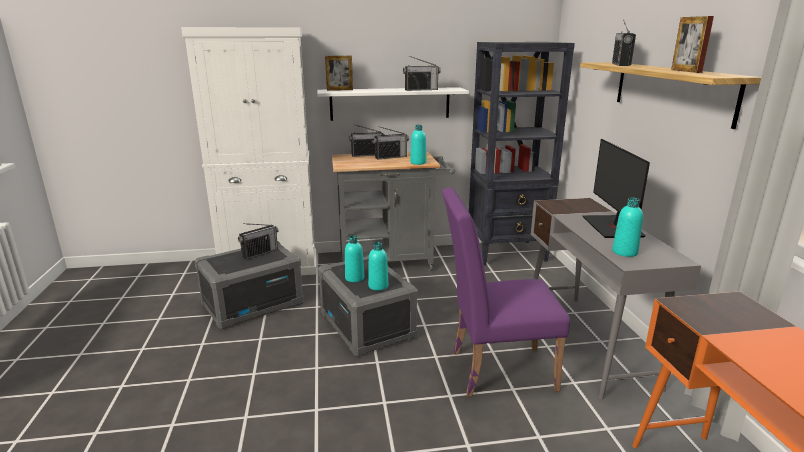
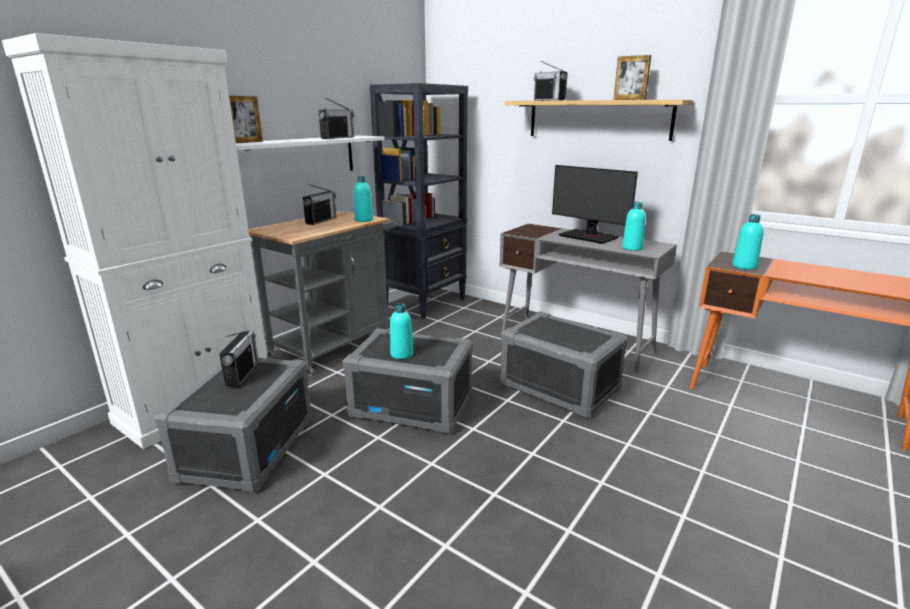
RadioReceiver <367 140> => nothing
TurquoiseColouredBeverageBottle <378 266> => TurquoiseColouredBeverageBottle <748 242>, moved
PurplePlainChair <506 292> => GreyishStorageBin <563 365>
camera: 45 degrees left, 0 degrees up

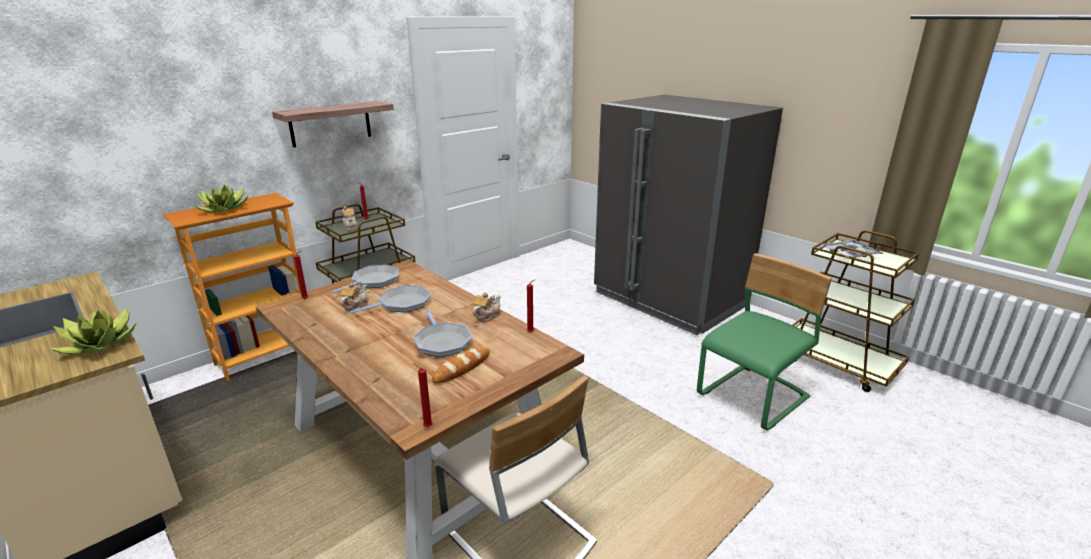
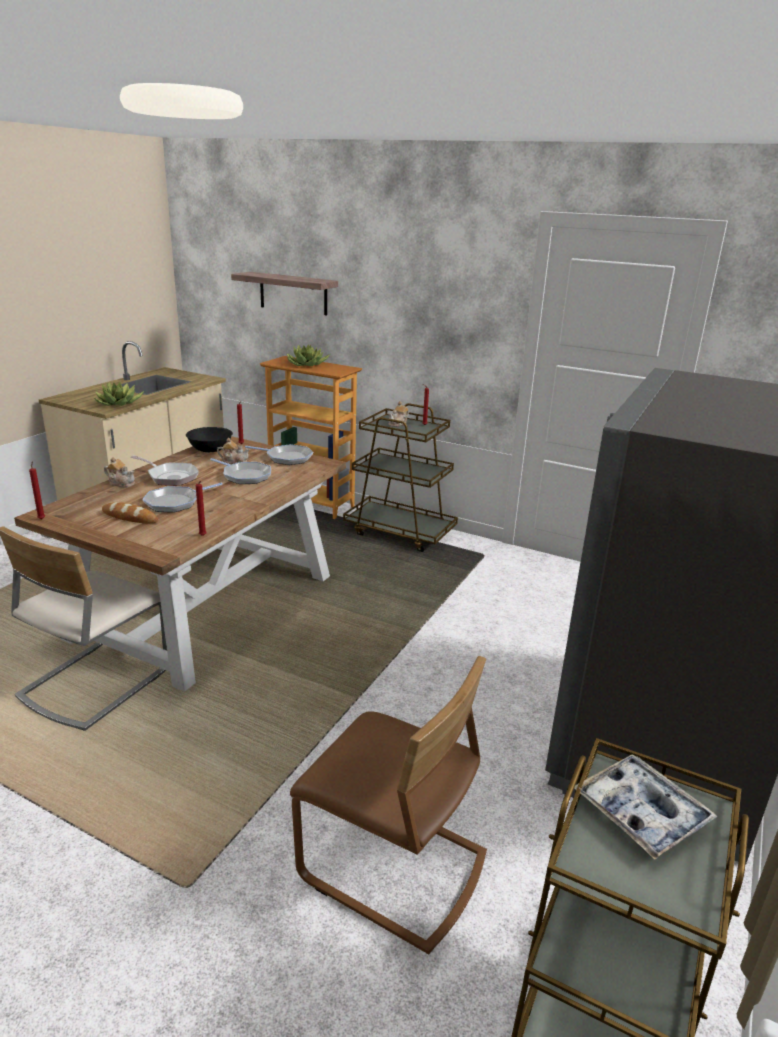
WallShelf <333 124> => WallShelf <284 294>, moved
PotForTea <486 307> => PotForTea <119 472>, moved
GreenColouredPlainChair <764 342> => BrownColouredPlainChair <388 805>
nothing => FryingPan <165 470>
nothing => BlackColouredServingBowl <209 439>
camera: 70 degrees right, 0 degrees up

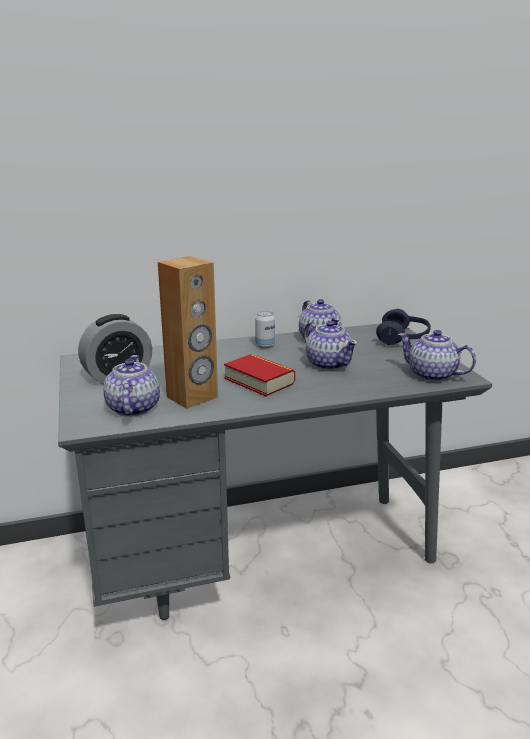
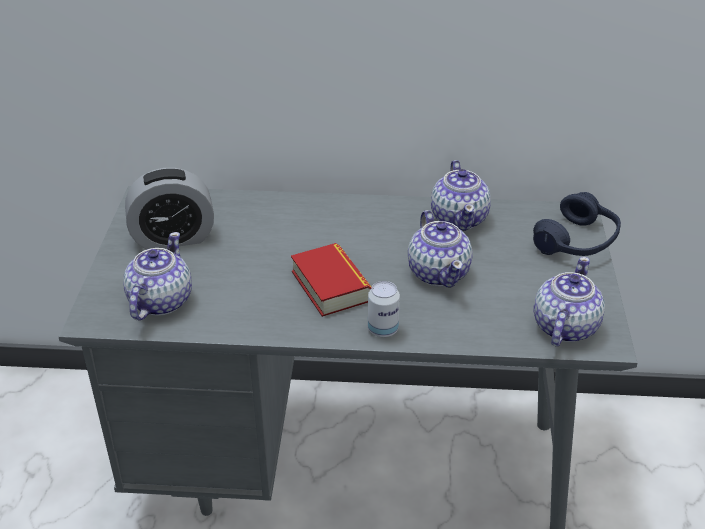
BrownColouredAudioSpeaker <188 332> => nothing
MetalCan <265 329> => MetalCan <384 309>, moved
PotForTea <437 356> => PotForTea <569 302>, 60 degrees clockwise
camera: 20 degrees right, 15 degrees up

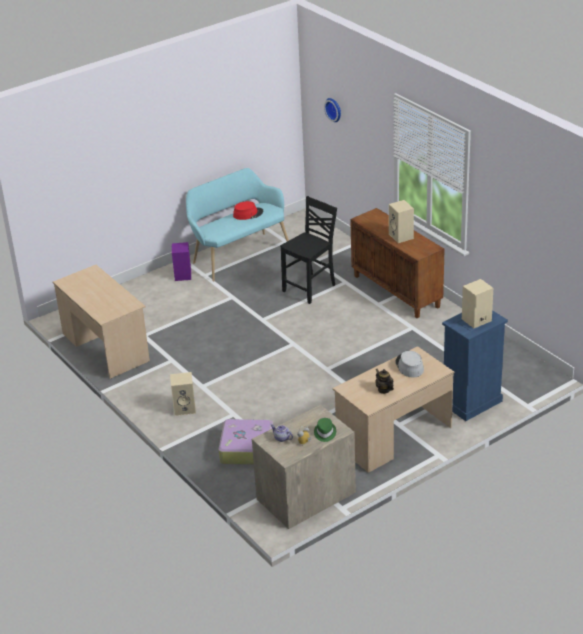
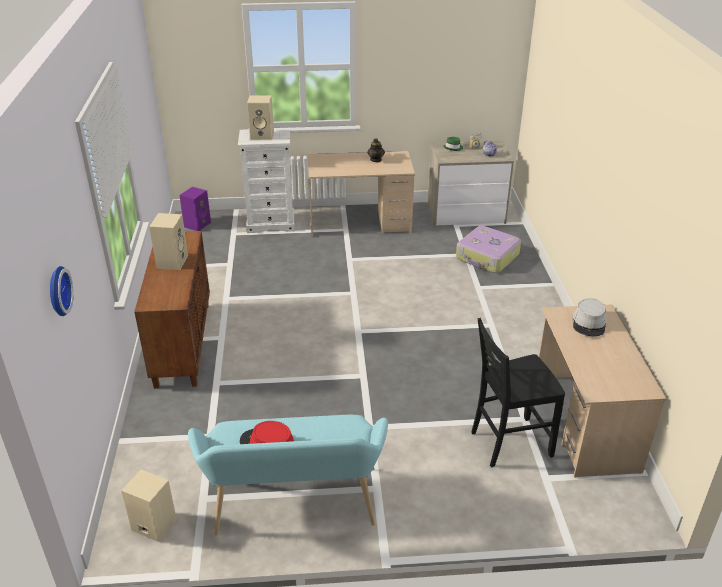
SandColouredAudioSpeaker <183 394> => SandColouredAudioSpeaker <149 506>, moved
PurpleAudioSpeaker <181 261> => PurpleAudioSpeaker <195 209>, moved
BlackColouredPlainChair <308 250> => BlackColouredPlainChair <518 392>, moved
GreyishHat <410 364> => GreyishHat <589 317>, moved
BlueDrawerChest <475 365> => WhiteColouredDrawerChest <266 180>
camera: 150 degrees left, 0 degrees up

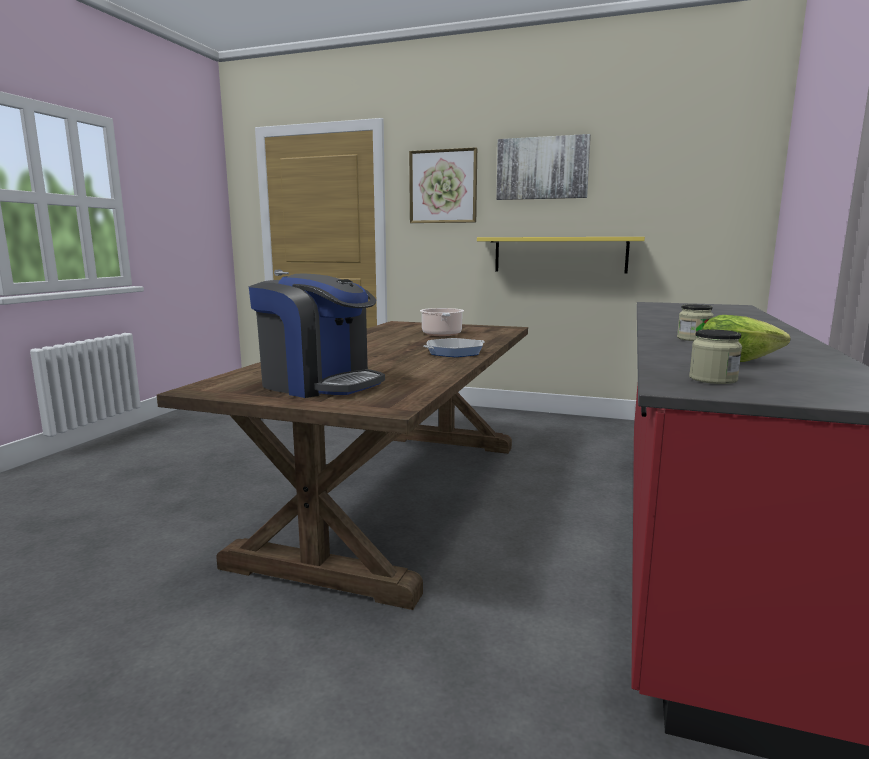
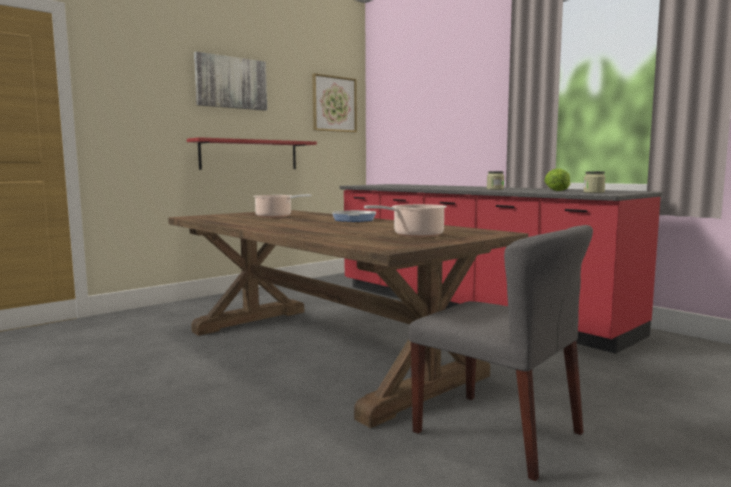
CoffeeBrewer <317 335> => CookingPot <405 220>
WallArt <443 185> => WallArt <334 103>, moved
YellowColouredWallShelf <561 255> => ReddishWallShelf <252 153>
nothing => GreyishPlainChair <501 353>
camera: 60 degrees left, 5 degrees down

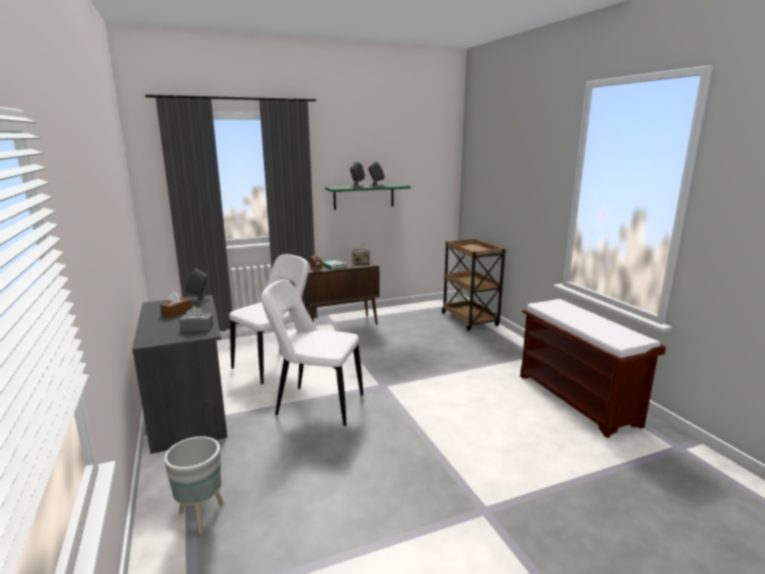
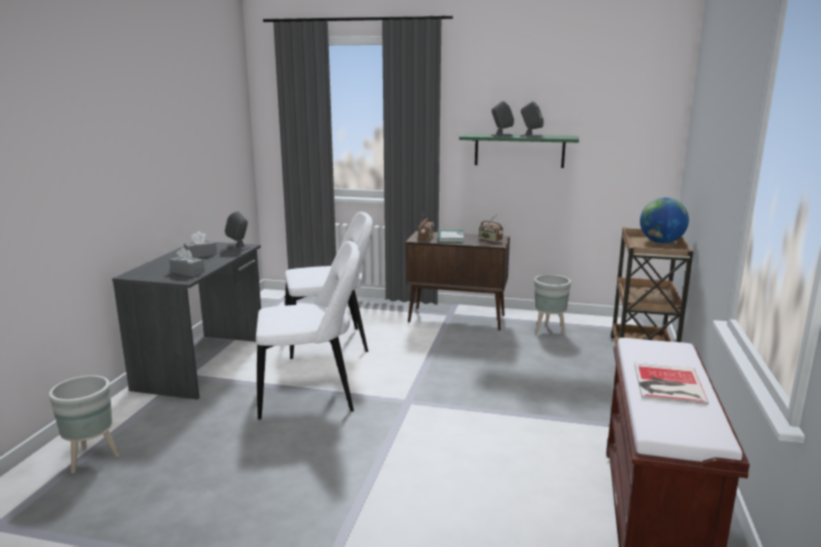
BrownColouredTissueHolder <176 304> => GreyishTissueHolder <200 244>
WhiteColouredPlainChair <312 352> => WhiteColouredPlainChair <308 330>, 120 degrees clockwise
nothing => GreyishPlantPot <552 304>
nothing => Volume <671 384>
nothing => DeskGlobe <664 221>
camera: 35 degrees right, 0 degrees up

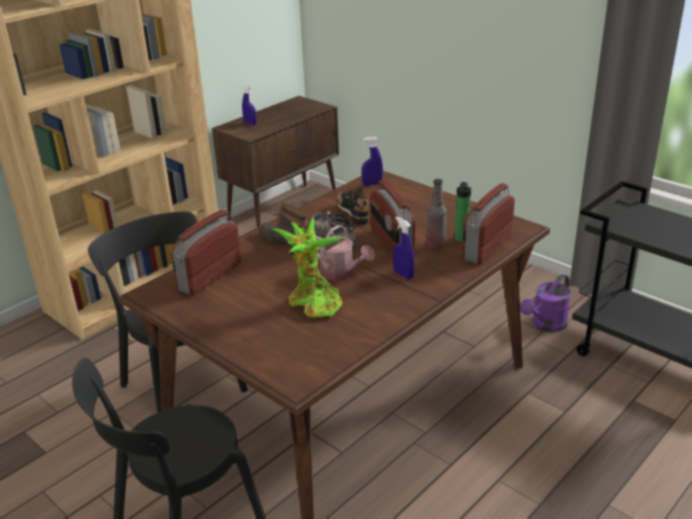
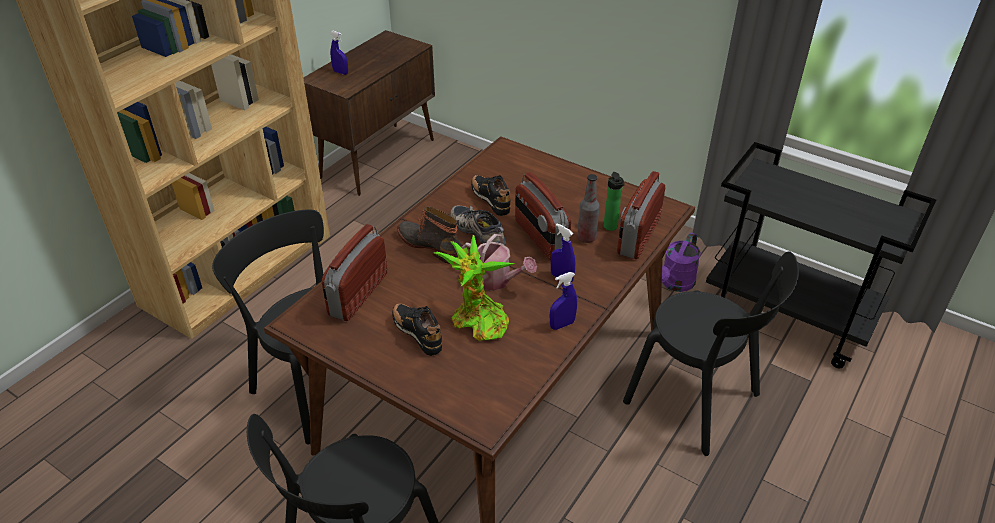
BlueSprayer <372 161> => BlueSprayer <563 301>, moved
nothing => BlackColouredShoe <417 330>
nothing => BlackColouredPlainChair <711 353>
camera: 10 degrees left, 10 degrees up

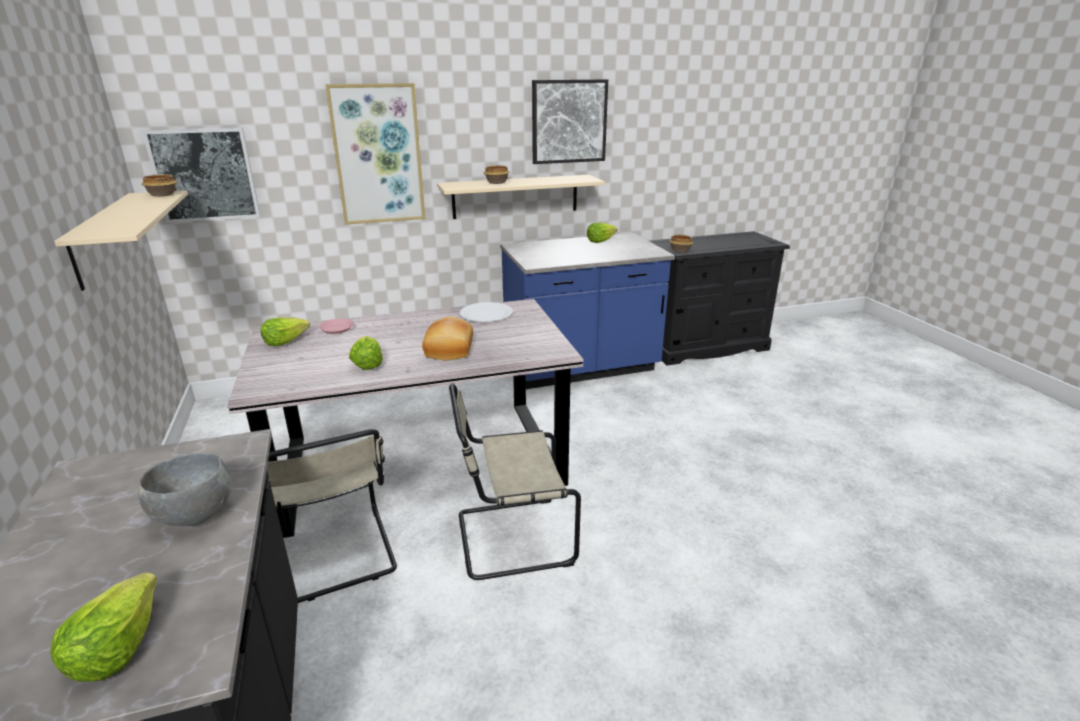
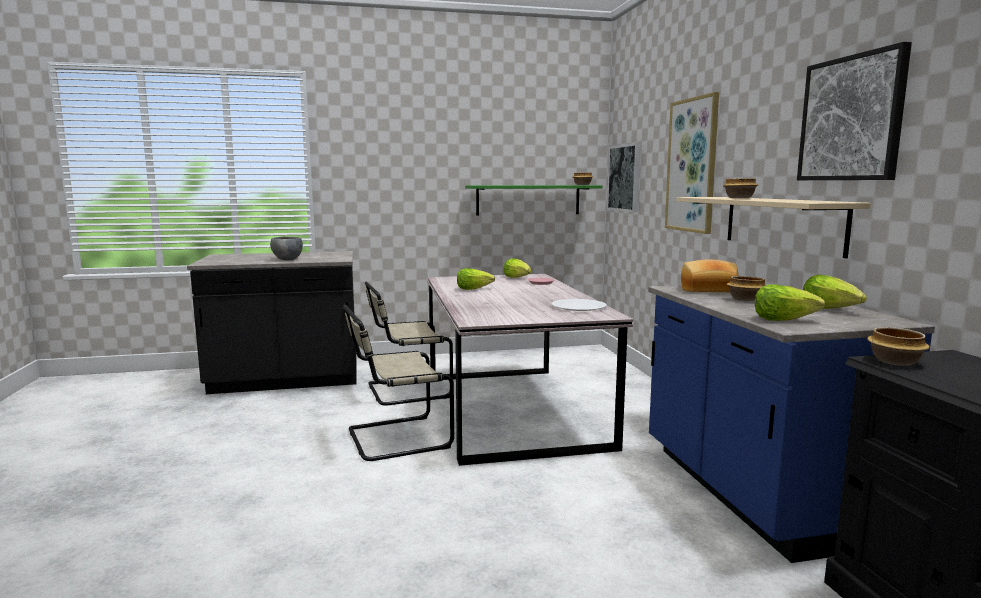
LettuceHead <104 627> => LettuceHead <790 302>, moved
SandColouredWallShelf <121 240> => GreenColouredWallShelf <534 200>
BakedBread <447 338> => BakedBread <709 275>, moved
SandColouredPlainChair <515 481> => SandColouredPlainChair <398 383>, 105 degrees counterclockwise
nothing => ServingBowl <746 288>
camera: 95 degrees right, 15 degrees down

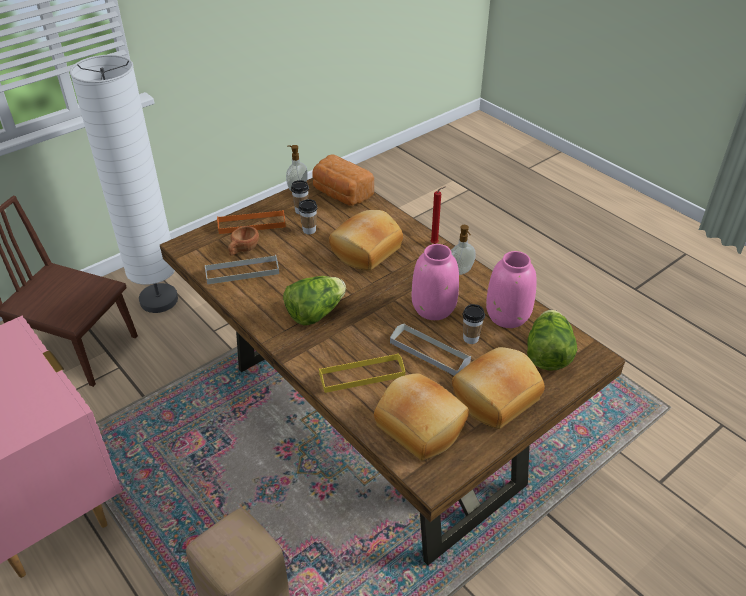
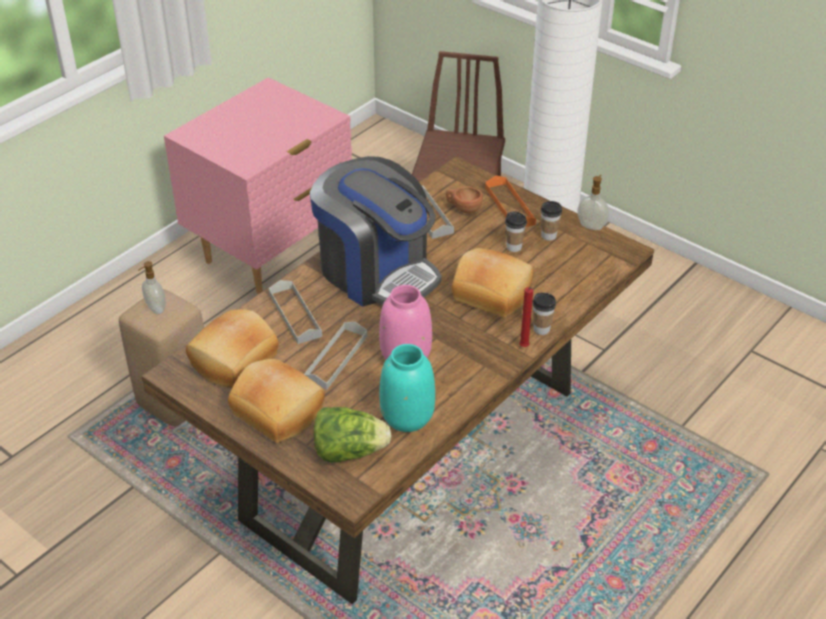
LettuceHead <314 300> => CoffeeBrewer <376 231>
BakedBread <343 180> => nothing
YellowColouredServingTray <362 373> => GreyishServingTray <295 312>
SoapBottle <463 250> => SoapBottle <152 287>, moved
Cup <474 324> => Cup <544 314>, moved
PinkishVase <511 289> => TurquoiseColouredVase <407 388>
camera: 80 degrees right, 0 degrees up

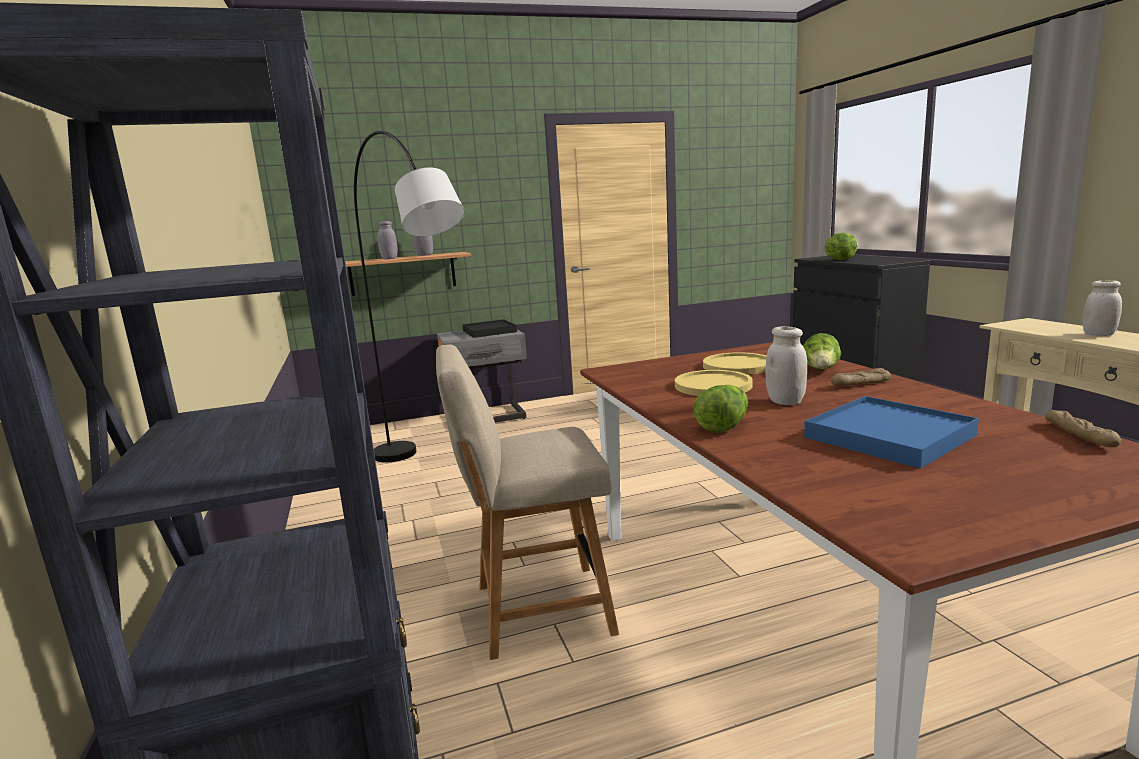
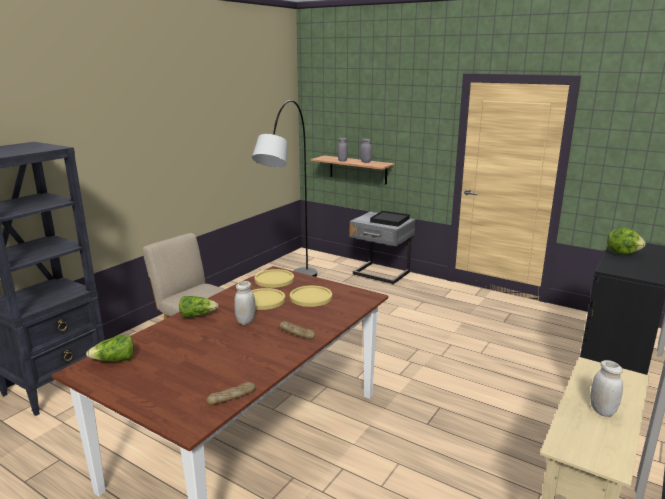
LettuceHead <822 351> => LettuceHead <110 348>, moved
BlueServingTray <891 432> => nothing
nothing => YellowColouredFlatDish <274 278>
camera: 50 degrees right, 5 degrees up

